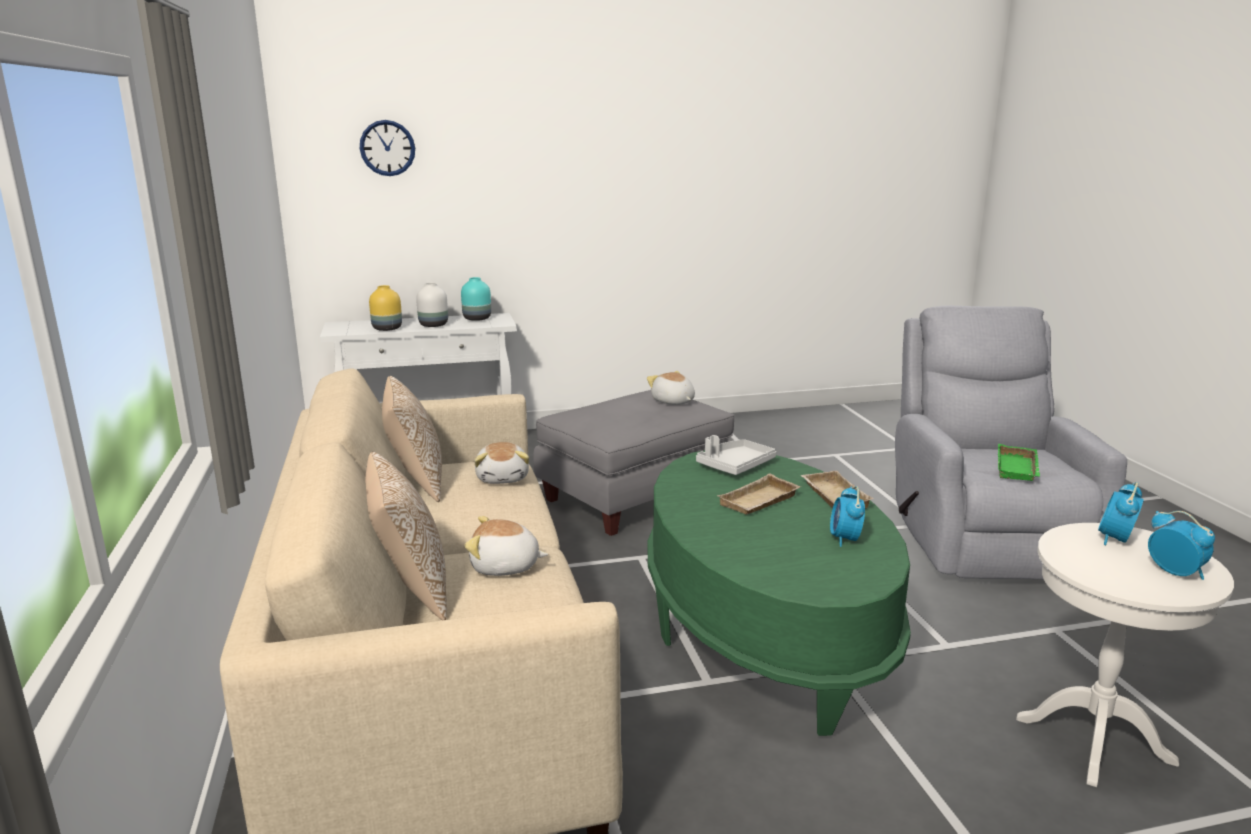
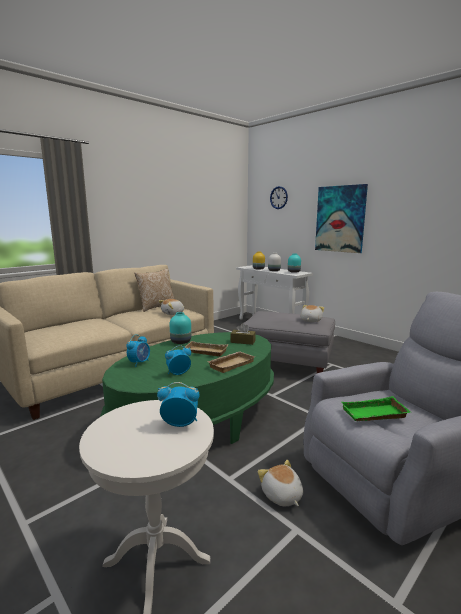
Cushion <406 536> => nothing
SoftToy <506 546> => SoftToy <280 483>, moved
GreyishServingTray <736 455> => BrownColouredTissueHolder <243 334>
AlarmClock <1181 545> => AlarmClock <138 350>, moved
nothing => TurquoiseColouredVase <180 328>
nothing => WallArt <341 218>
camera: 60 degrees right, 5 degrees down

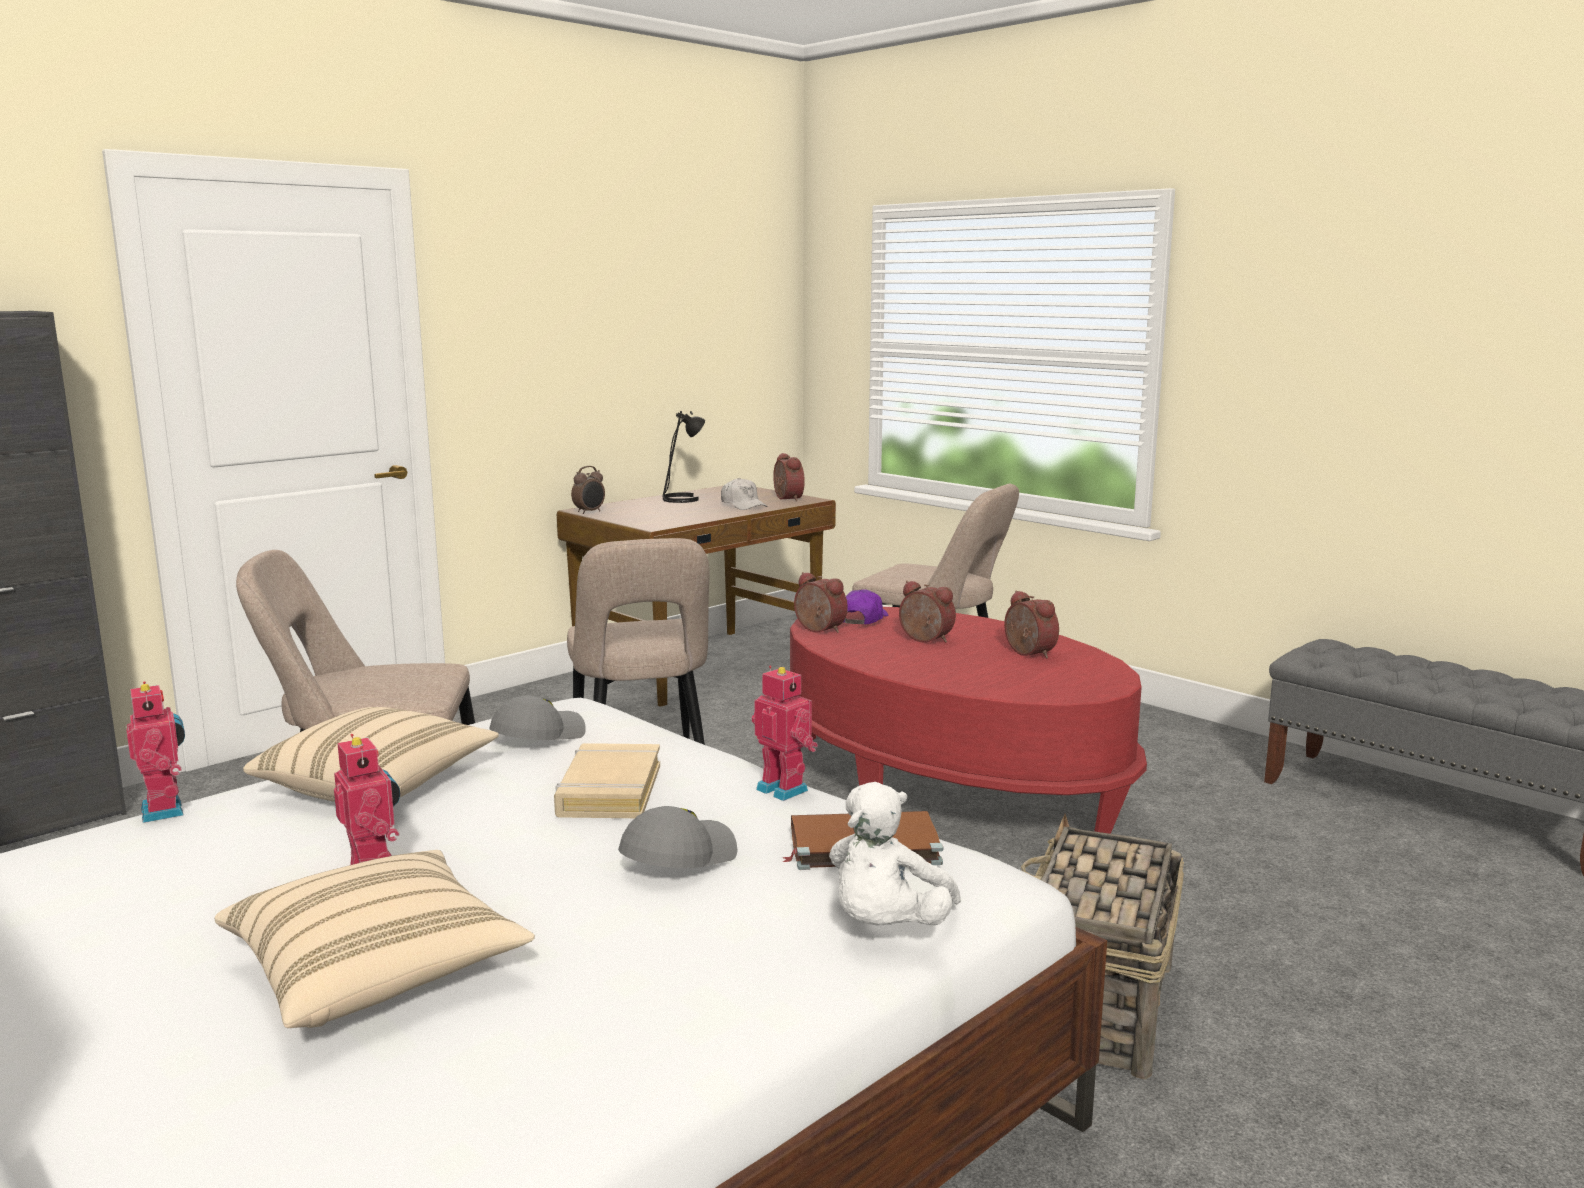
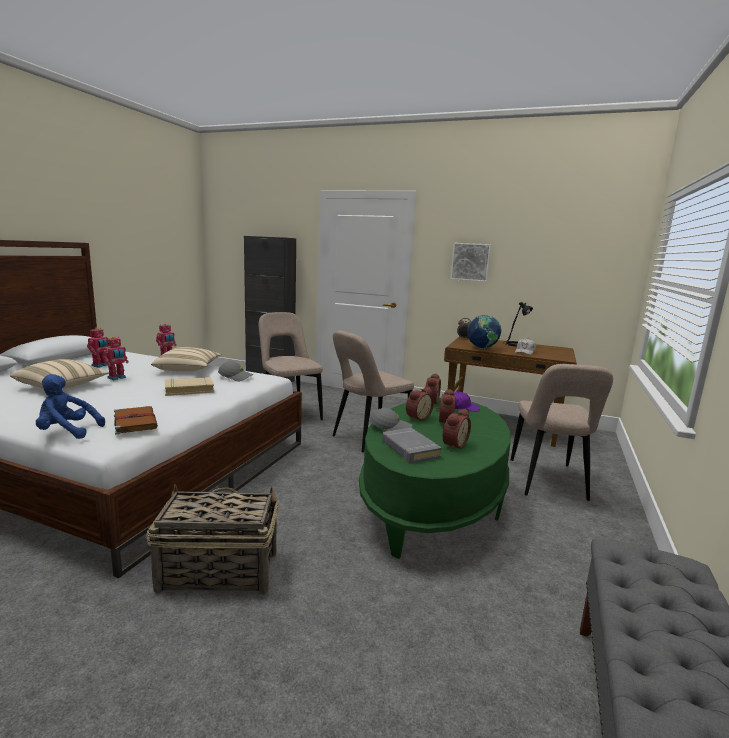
GreyishBaseballCap <677 837> => GreyishBaseballCap <391 419>, moved
ToyRobot <785 733> => ToyRobot <98 348>, moved
AlarmClock <789 477> => AlarmClock <420 404>, moved
ReddishLoungeTable <968 720> => GreenColouredLoungeTable <435 478>
WhiteColouredSoftToy <895 854> => BlueSoftToy <70 406>
nothing => GreyishVolume <412 445>
nothing => WallArt <470 262>
nothing => DeskGlobe <484 332>
camera: 65 degrees right, 0 degrees up

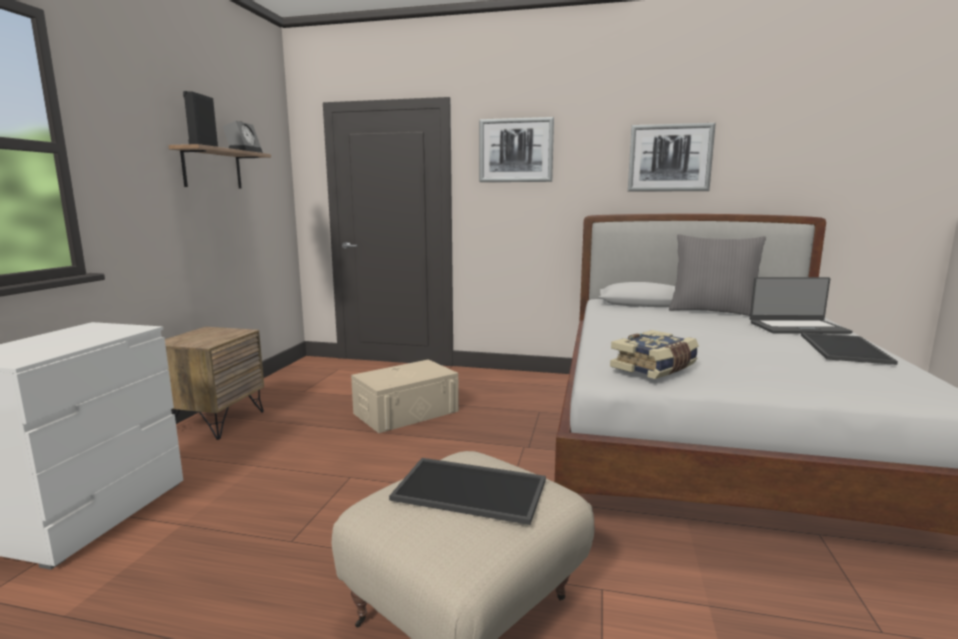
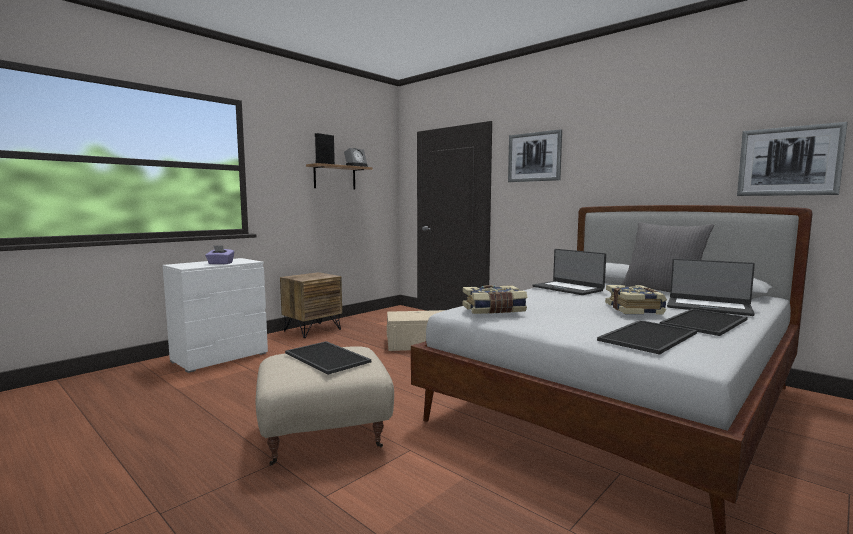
WallArt <672 157> => WallArt <792 159>, moved
nothing => PurpleTissueHolder <219 254>
nothing => PortableComputer <569 272>
nothing => ServingTray <647 337>
nothing => Volume <636 300>
camera: 30 degrees right, 5 degrees down

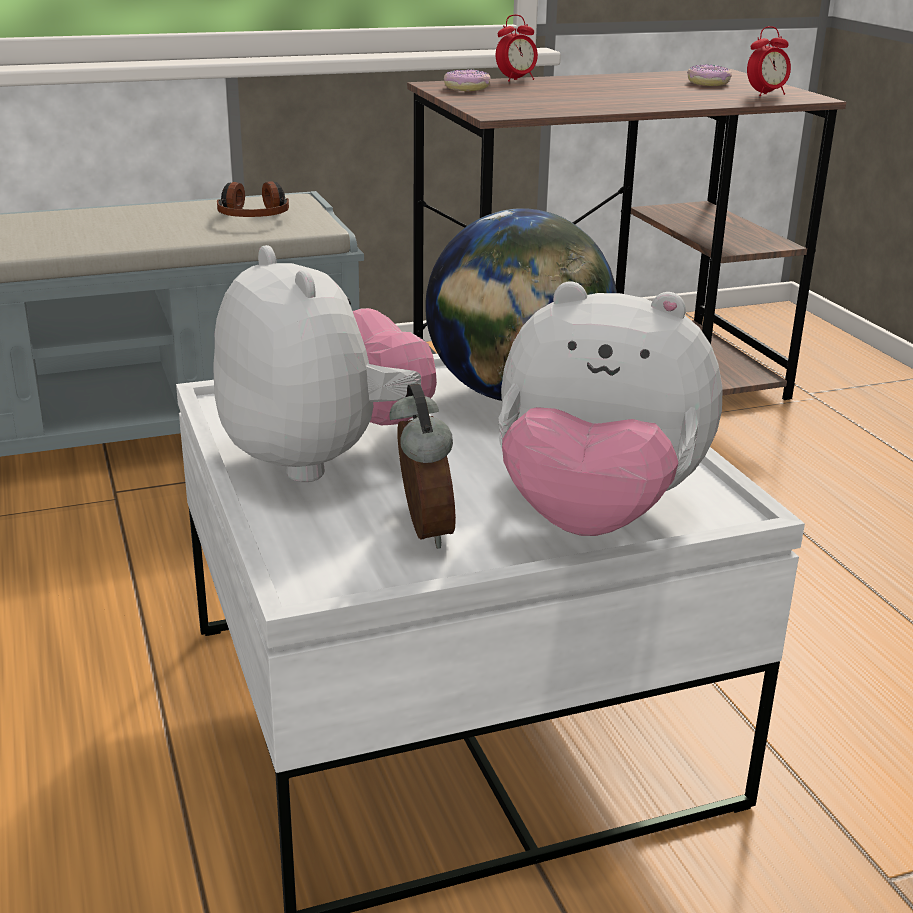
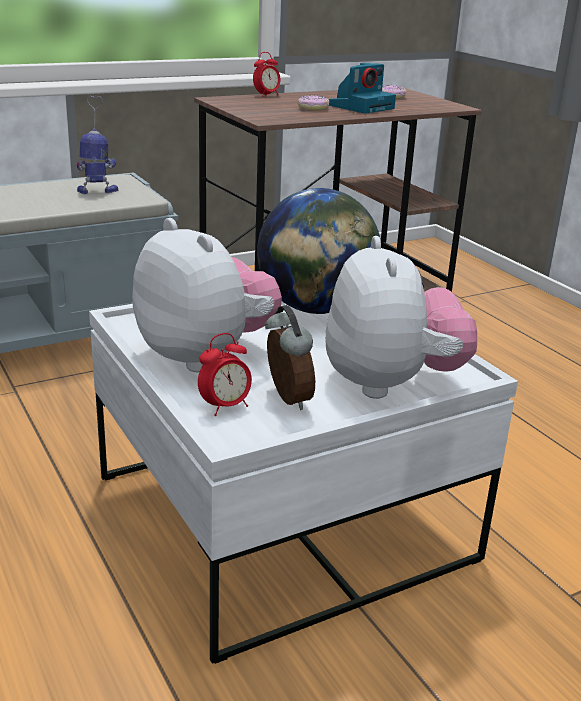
Headphones <253 199> => ToyRobot <97 145>
RingDoughnut <467 80> => RingDoughnut <313 103>, moved
SoftToy <610 408> => SoftToy <401 317>, 105 degrees counterclockwise
AlarmClock <769 61> => AlarmClock <225 374>, moved
nothing => PhotoCamera <362 88>
camera: 10 degrees left, 0 degrees up

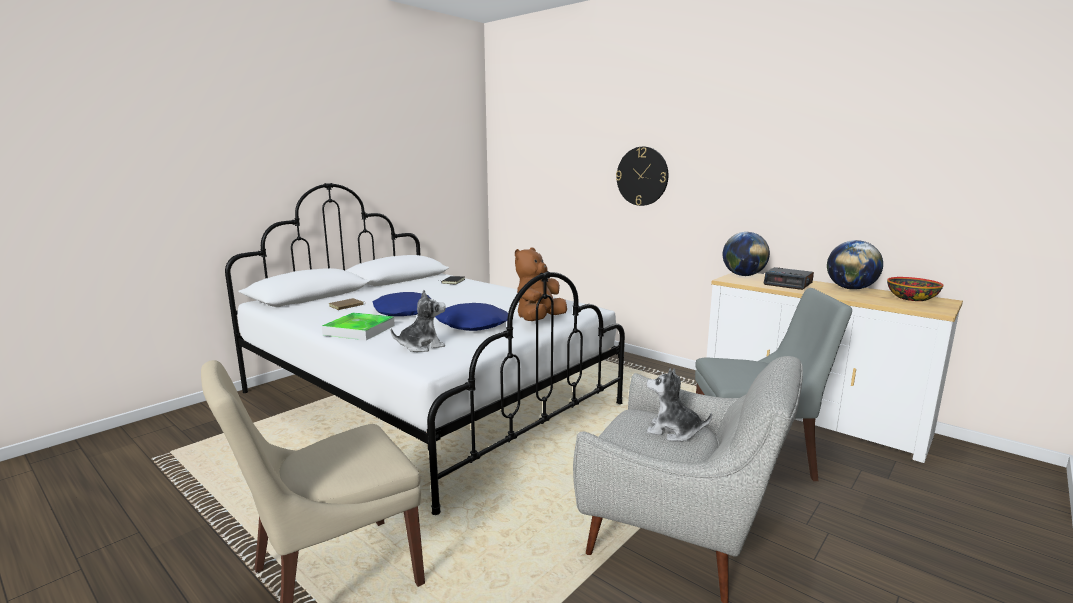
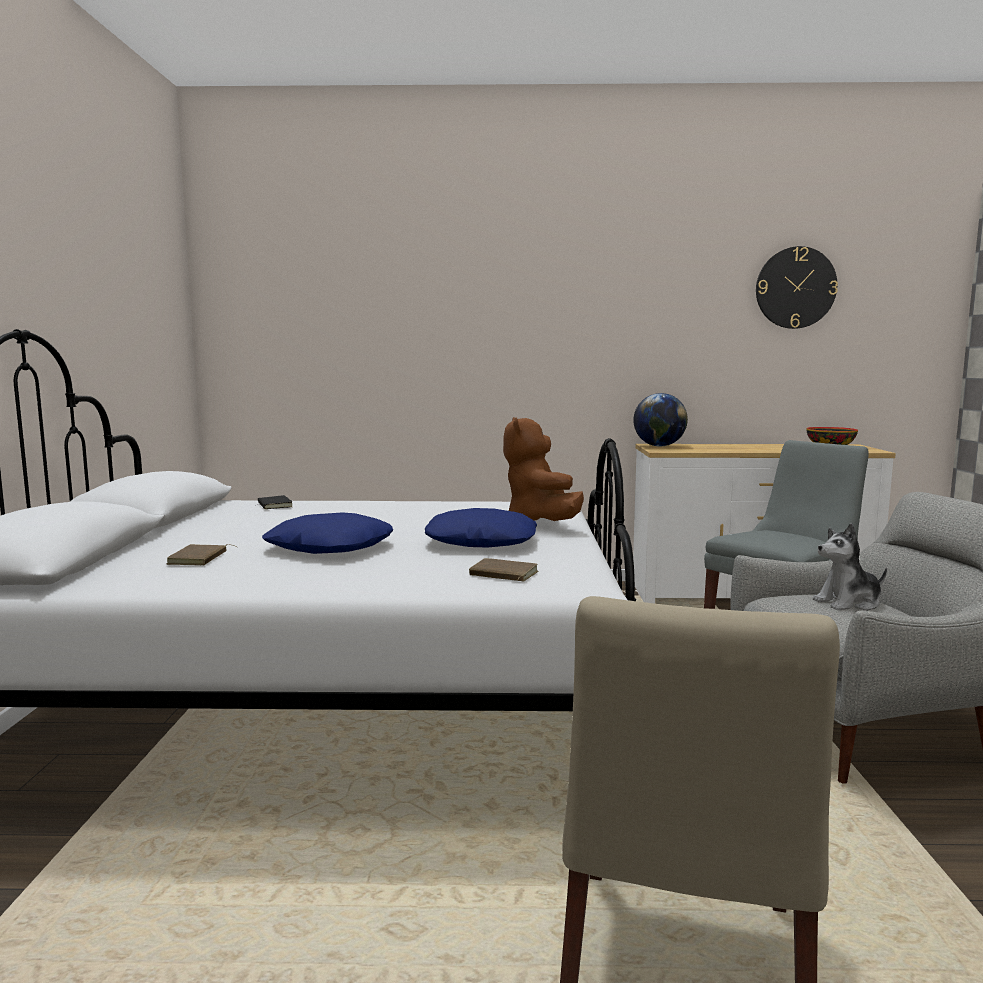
ServingTray <358 326> => nothing
SoftToy <418 321> => BrownColouredVolume <503 570>
HangingClock <642 176> => HangingClock <797 287>, moved
AlarmClock <789 278> => nothing
DeskGlobe <855 265> => nothing
camera: 40 degrees left, 5 degrees down

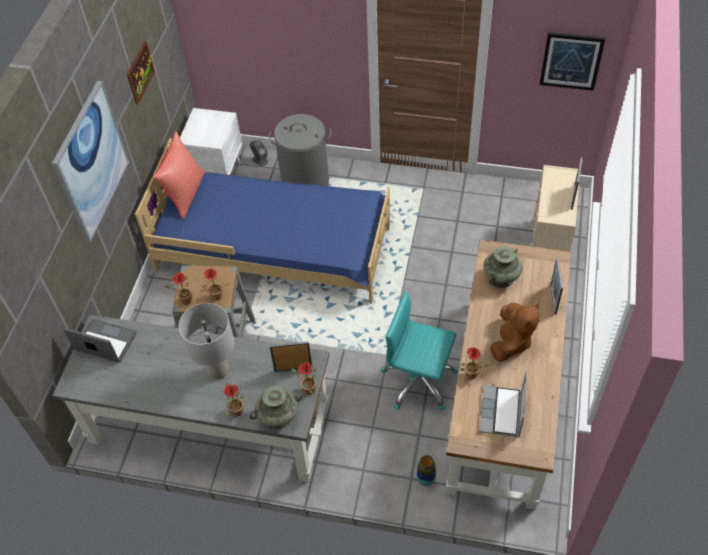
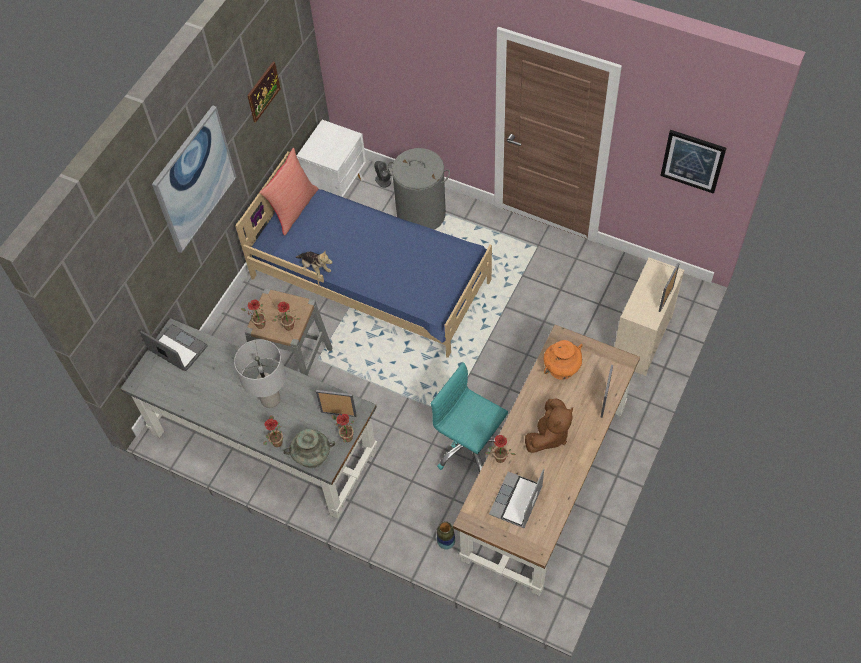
TurquoiseColouredVase <503 267> => OrangeVase <563 360>
nothing => SoftToy <313 265>
camera: 15 degrees right, 5 degrees up

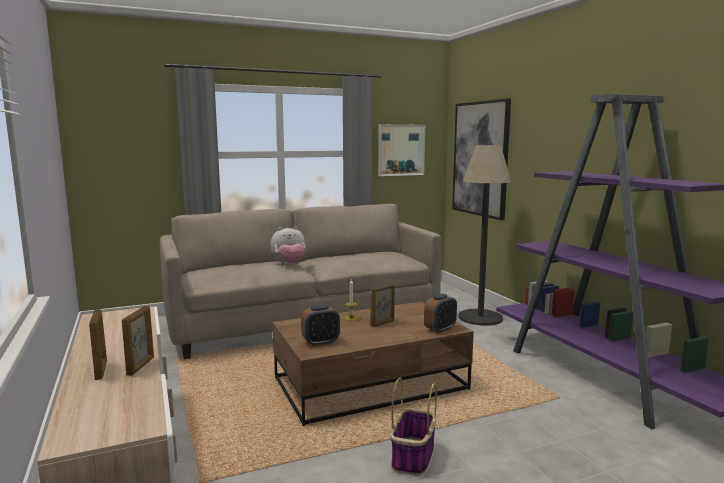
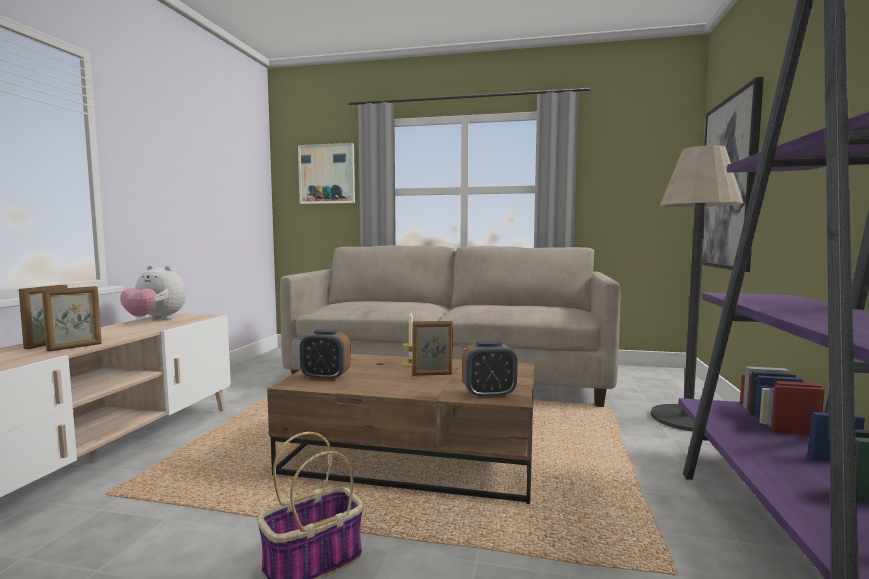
SoftToy <288 245> => SoftToy <153 292>, moved
WallArt <401 150> => WallArt <326 173>, moved
camera: 35 degrees right, 5 degrees down

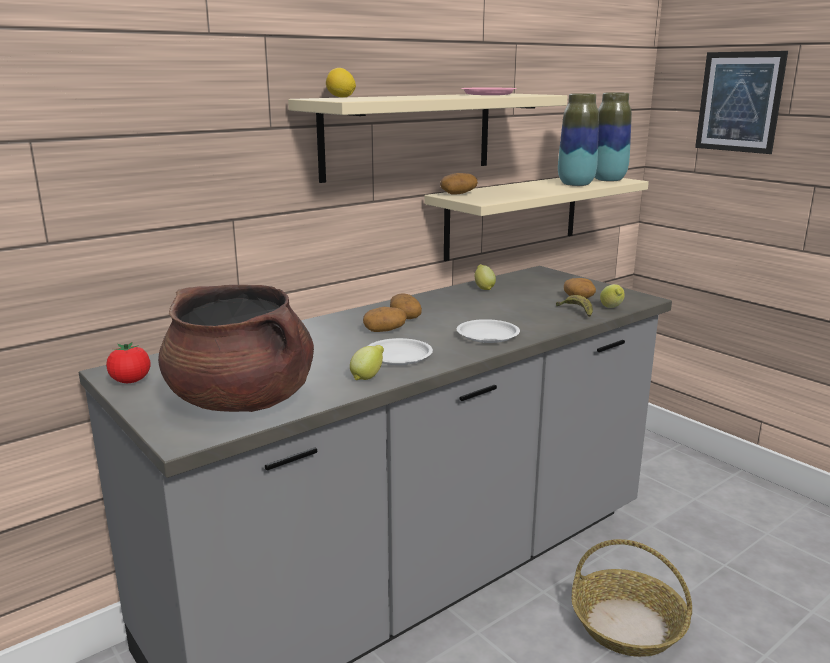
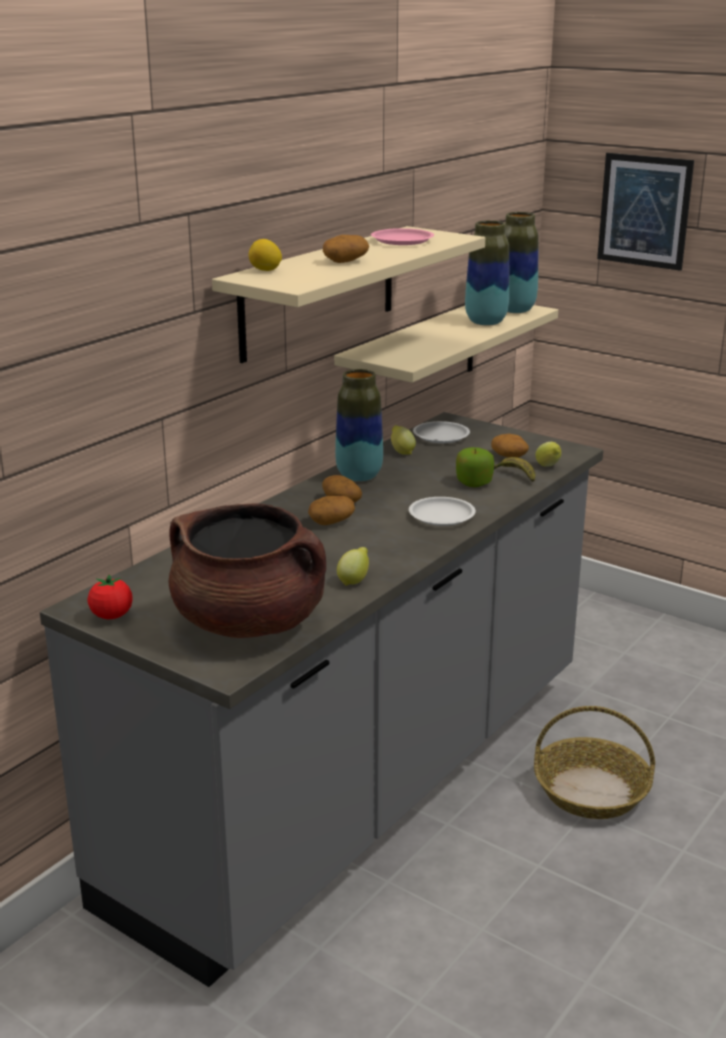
WhiteColouredFlatDish <400 351> => WhiteColouredFlatDish <441 432>, moved
WholePotato <459 184> => WholePotato <346 249>, moved
nothing => Vase <359 425>
nothing => AppleFruit <475 467>
camera: 15 degrees left, 5 degrees up

